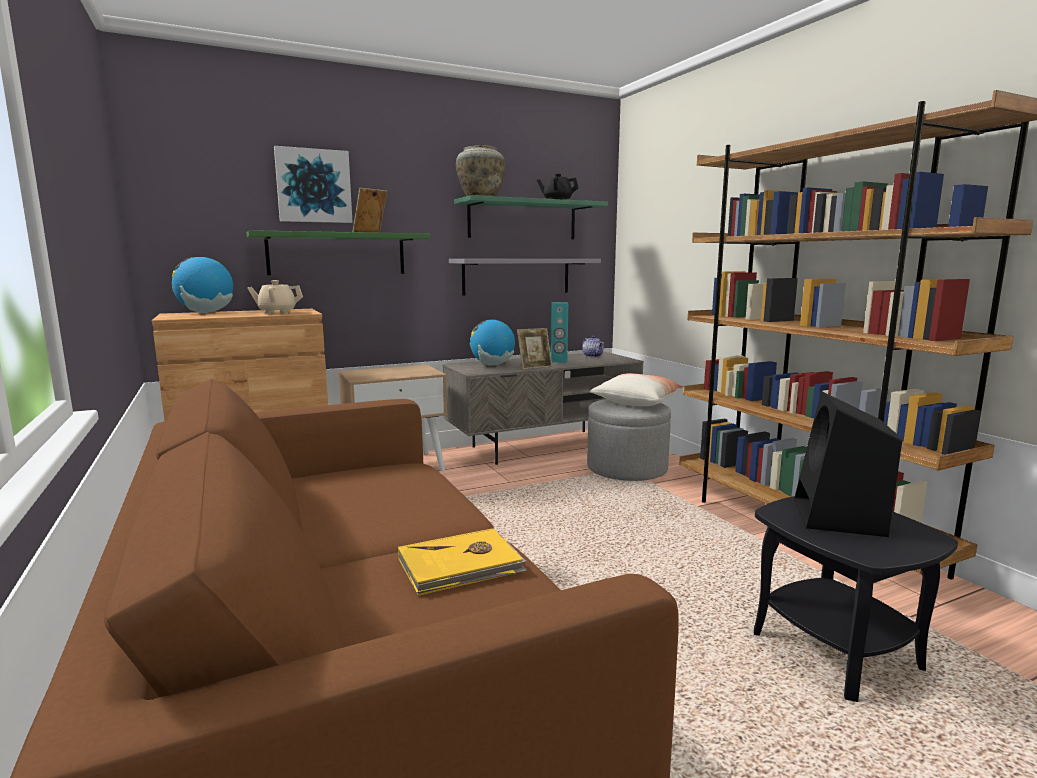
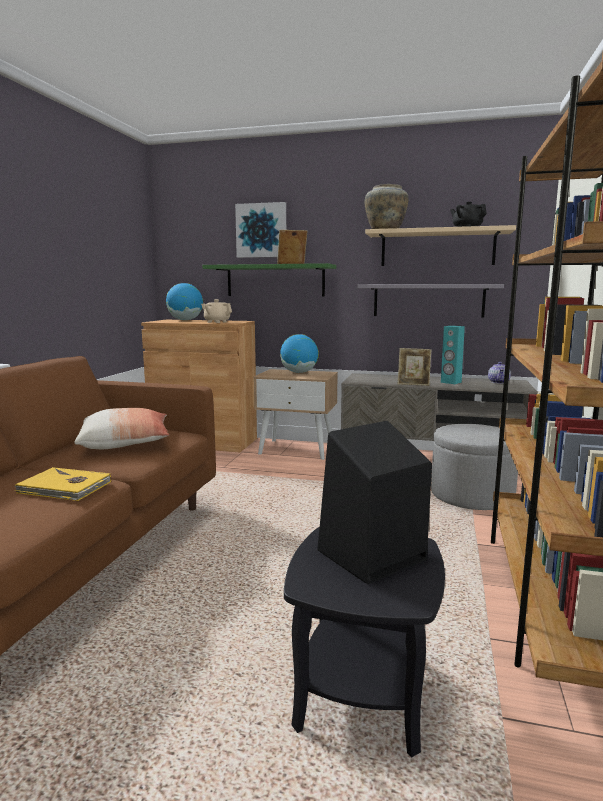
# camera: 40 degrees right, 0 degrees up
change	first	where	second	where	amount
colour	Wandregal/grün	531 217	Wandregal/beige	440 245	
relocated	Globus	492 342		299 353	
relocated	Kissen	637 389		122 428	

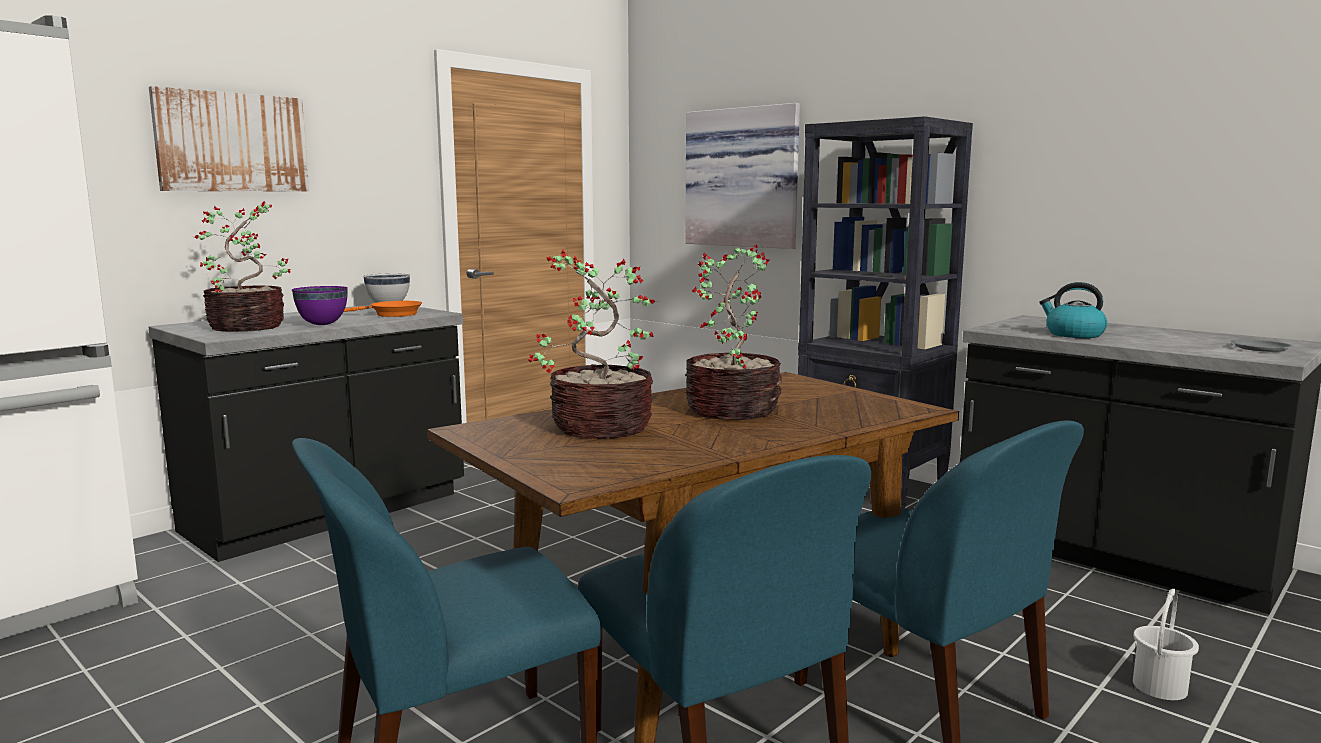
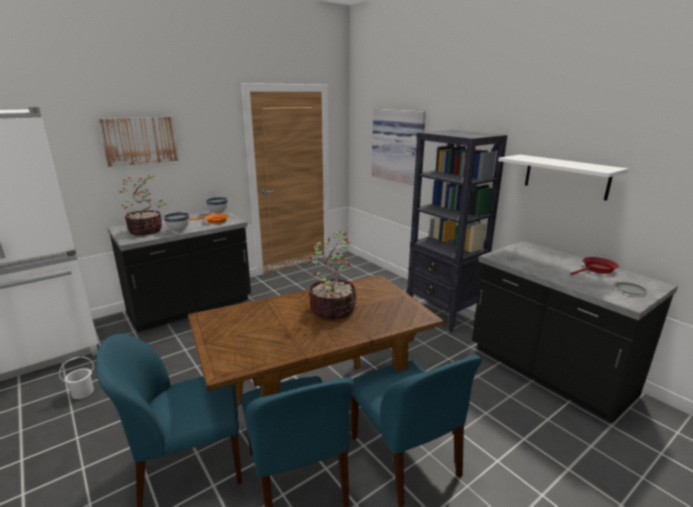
# camera: 10 degrees right, 10 degrees up
change	first	where	second	where	amount
colour	Schüssel/lila	320 305	Schüssel/weiß	176 221	
missing	Topfpflanze	591 344			
missing	Wasserkessel	1073 310			
relocated	Eimer/weiß	1166 644		76 377	
appeared			Wandregal/weiß	563 178	
appeared			Pfanne/rot	595 266	

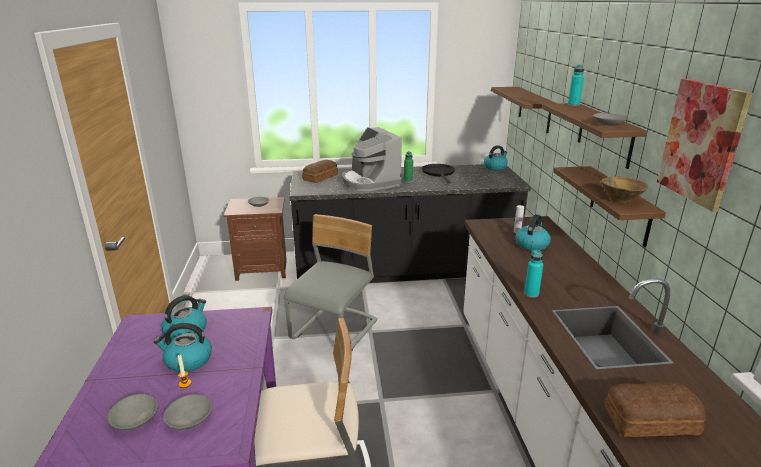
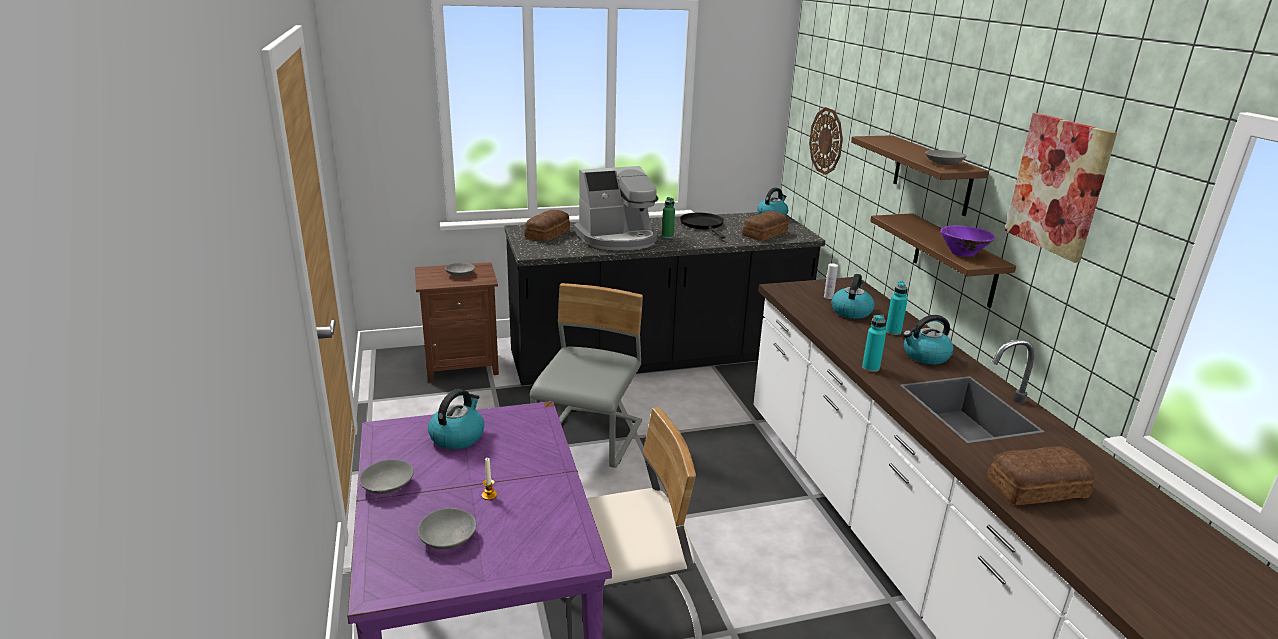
# camera: 10 degrees left, 0 degrees up
change	first	where	second	where	amount
relocated	Wasserkessel	183 347		928 340	
relocated	Schüssel/grau	187 412		386 476	
spun	Kaffeemaschine	372 159		616 208	75 degrees counterclockwise
exchanged	Wandregal/braun	524 110	Wanduhr	826 141	
relocated	Flasche/türkis	576 85		896 308	
colour	Schüssel/braun	624 190	Schüssel/lila	967 241	
appeared			Brot	765 226	

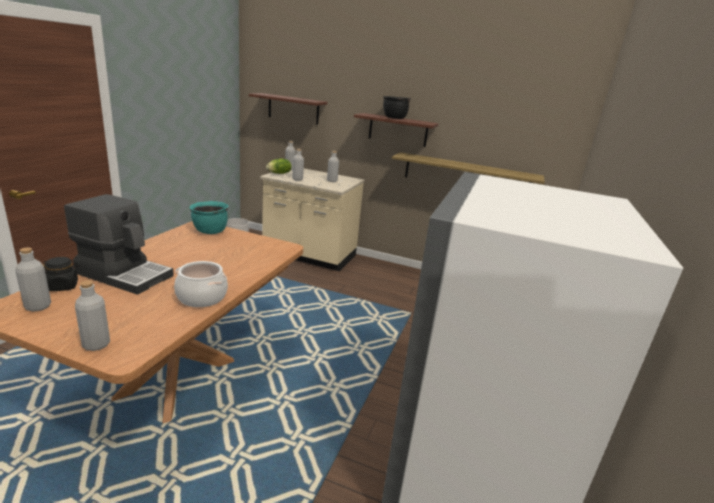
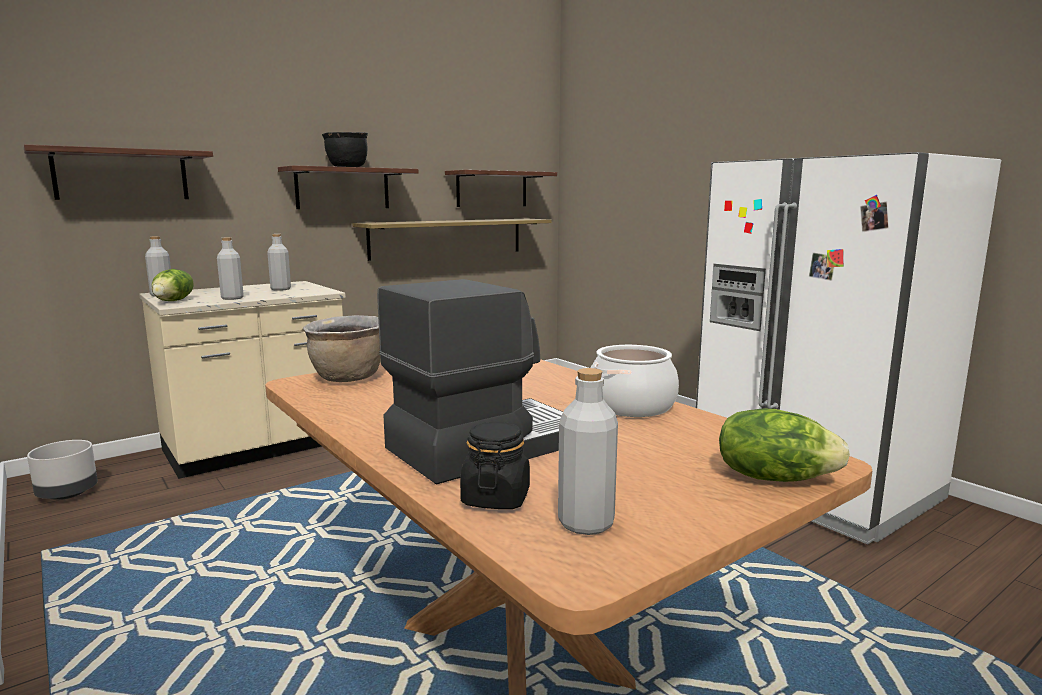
# camera: 55 degrees left, 10 degrees down
change	first	where	second	where	amount
exchanged	Flasche/grau	92 315	Salatkopf	784 445	
colour	Kochtopf/türkis	209 217	Kochtopf/braun	342 348	
appeared			Wandregal	501 188	

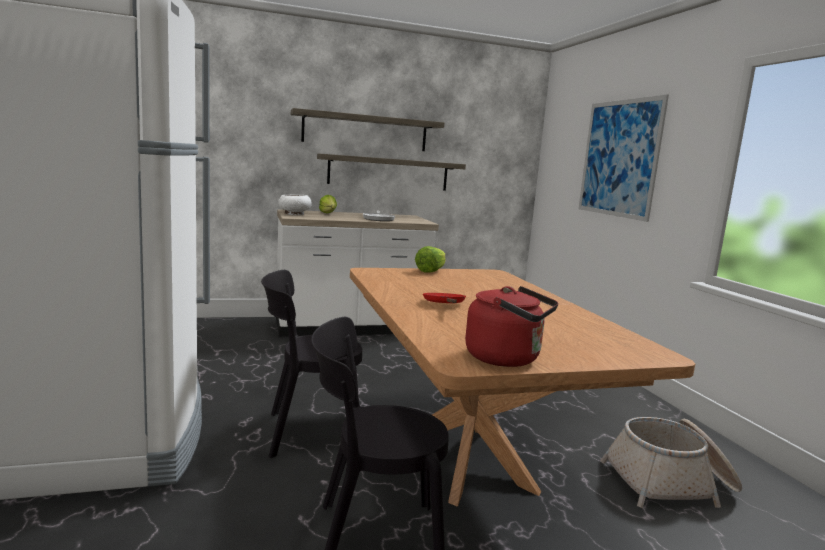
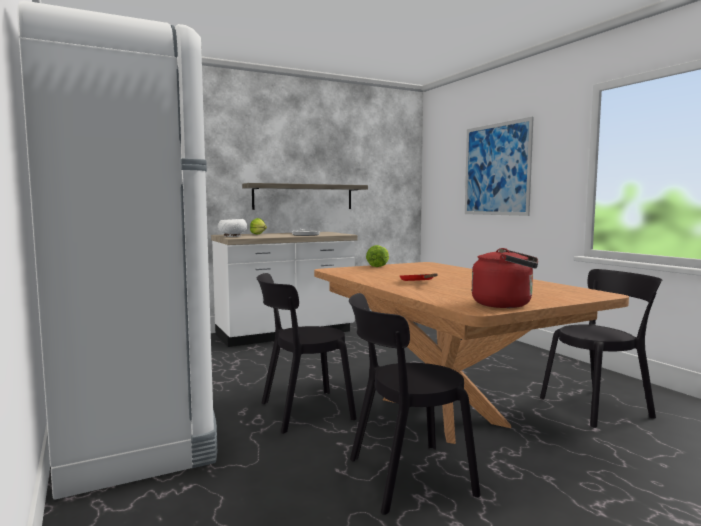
# camera: 10 degrees left, 5 degrees down
change	first	where	second	where	amount
missing	Wandregal	367 129			
exchanged	Korb	671 462	Stuhl/schwarz	601 348	

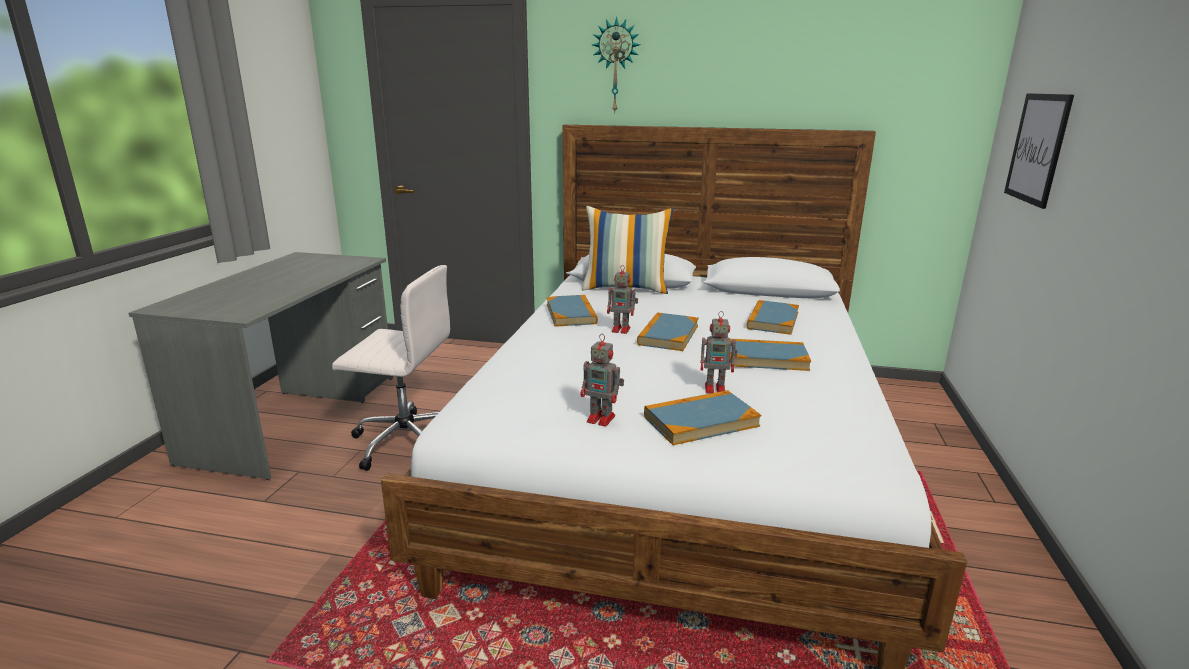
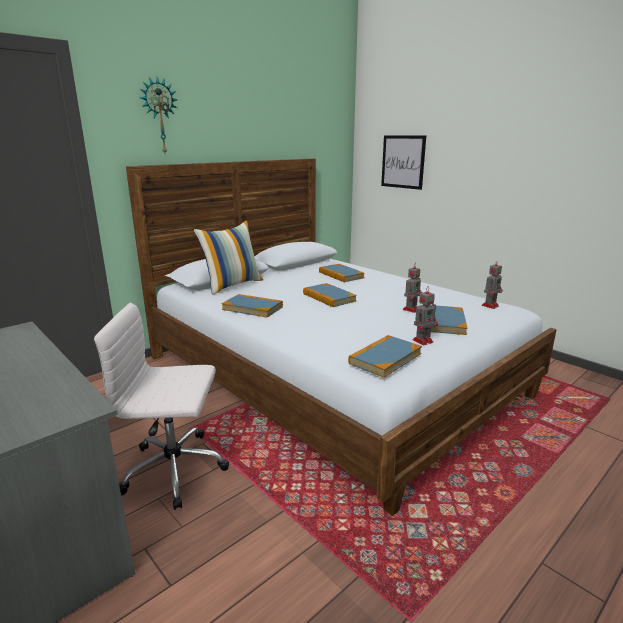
# camera: 55 degrees left, 0 degrees up
change	first	where	second	where	amount
spun	Bürostuhl/weiß	391 368		161 406	135 degrees counterclockwise
relocated	Spielzeugroboter	622 299		492 284	
relocated	Buch	770 355		385 356	

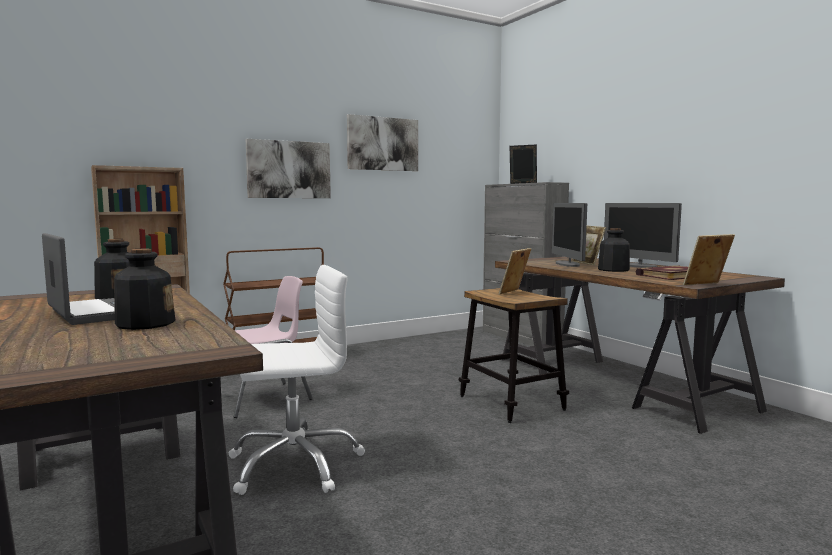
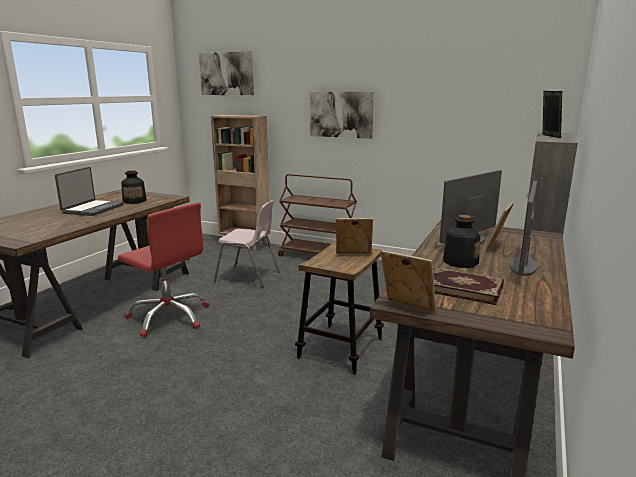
# camera: 55 degrees right, 10 degrees up
change	first	where	second	where	amount
missing	Flasche	144 289			
colour	Bürostuhl/weiß	296 380	Bürostuhl/rot	163 270	
relocated	Bild	382 142		226 73	

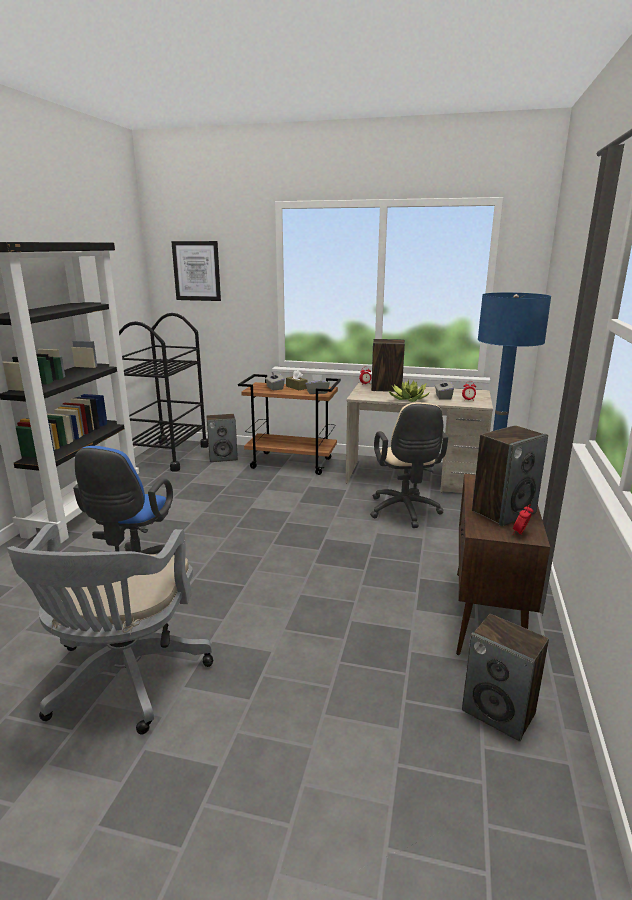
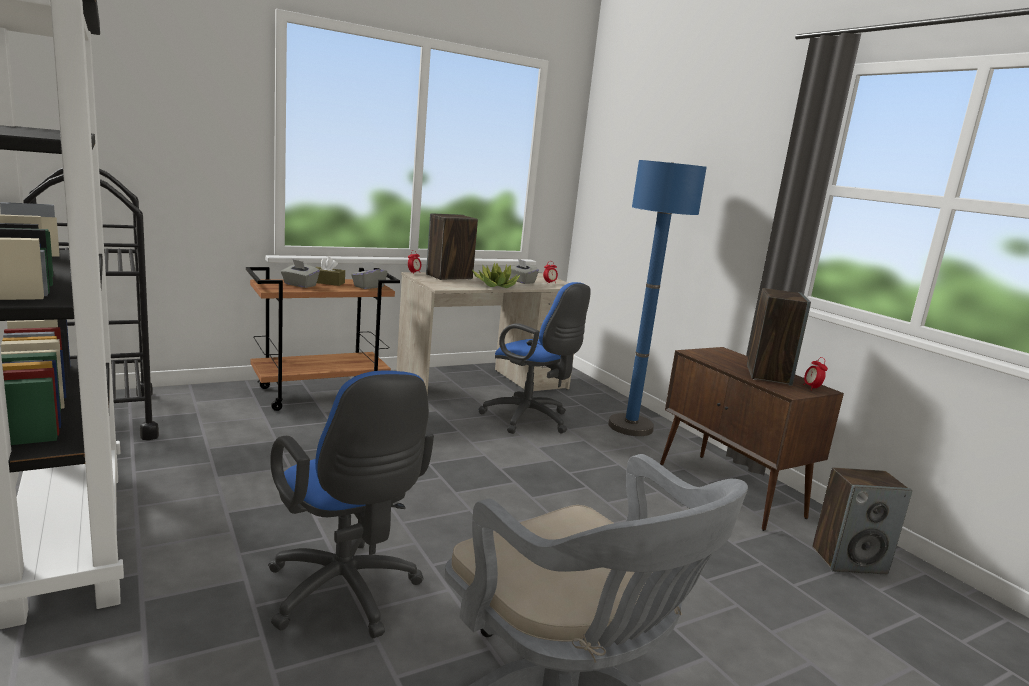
# camera: 45 degrees left, 5 degrees down
change	first	where	second	where	amount
missing	Bild	196 271			
missing	Lautsprecher	222 438			
colour	Bürostuhl/beige	409 465	Bürostuhl/blau	534 358	

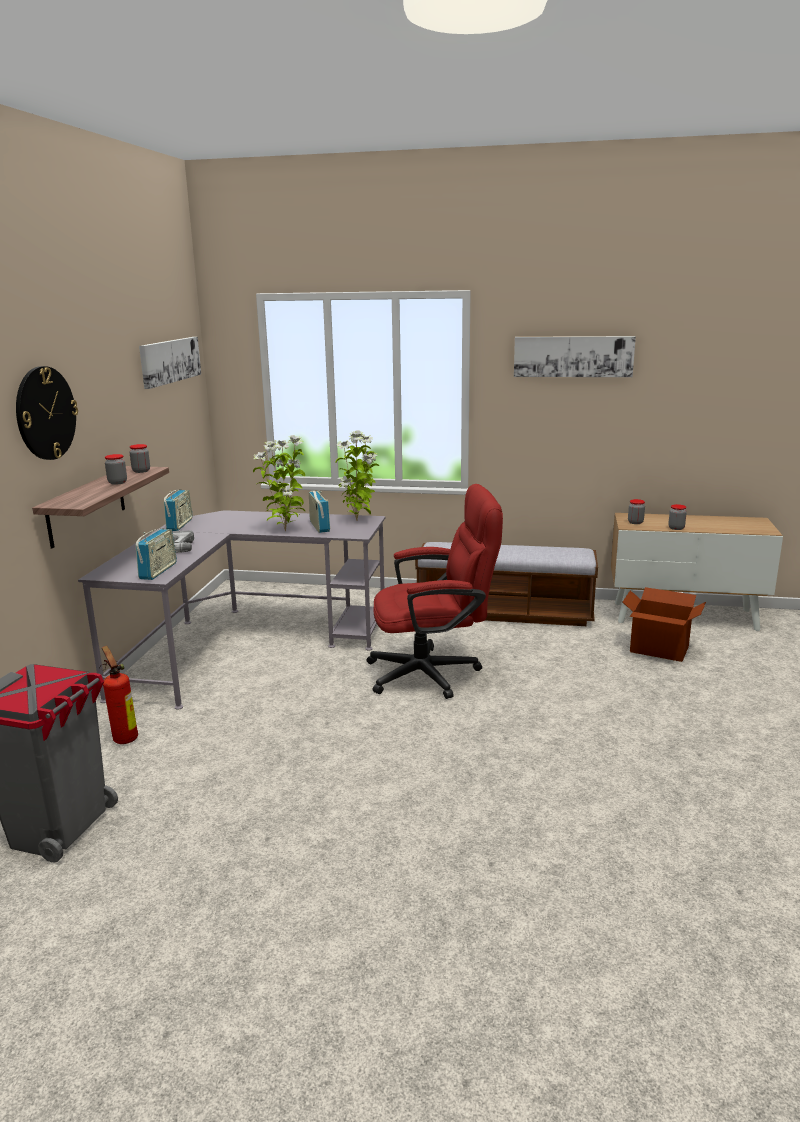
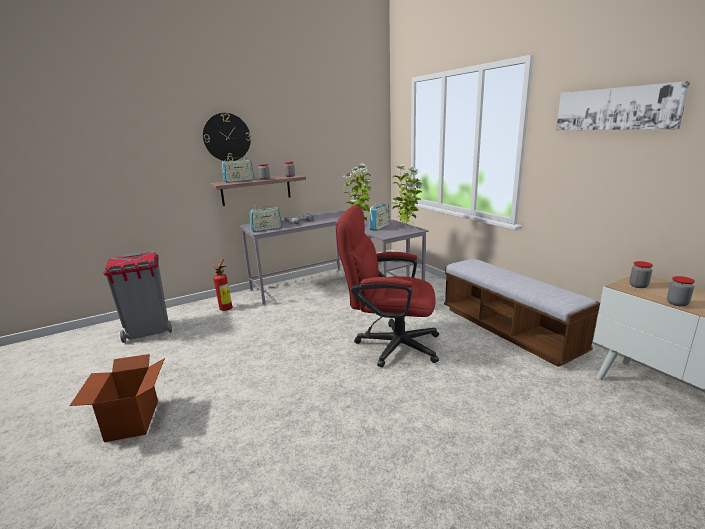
# camera: 50 degrees right, 0 degrees up
change	first	where	second	where	amount
missing	Bild	170 363			
relocated	Radio	178 510		238 169	
spun	Bürostuhl/rot	434 591		387 286	150 degrees clockwise
relocated	Karton	664 624		117 398	

